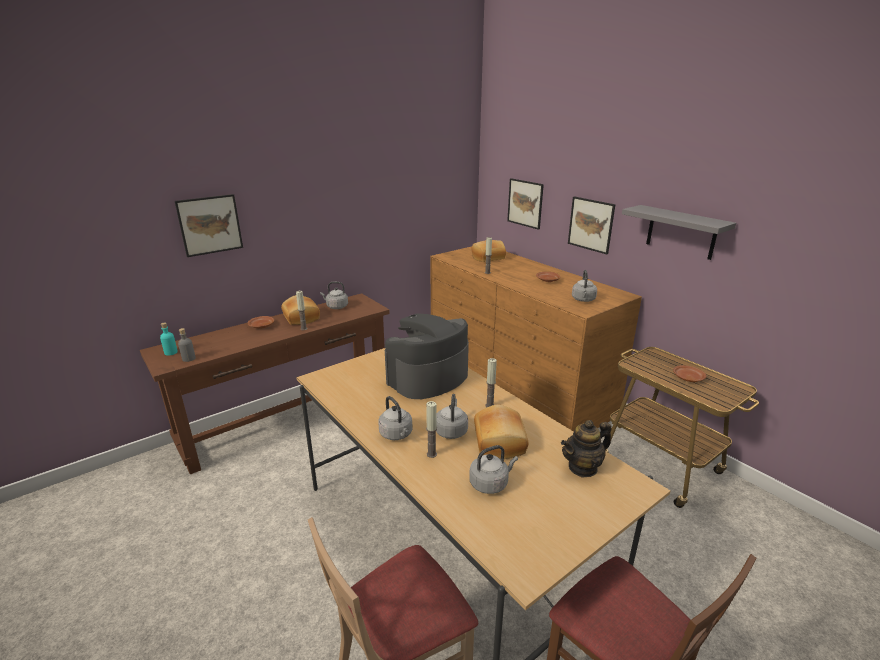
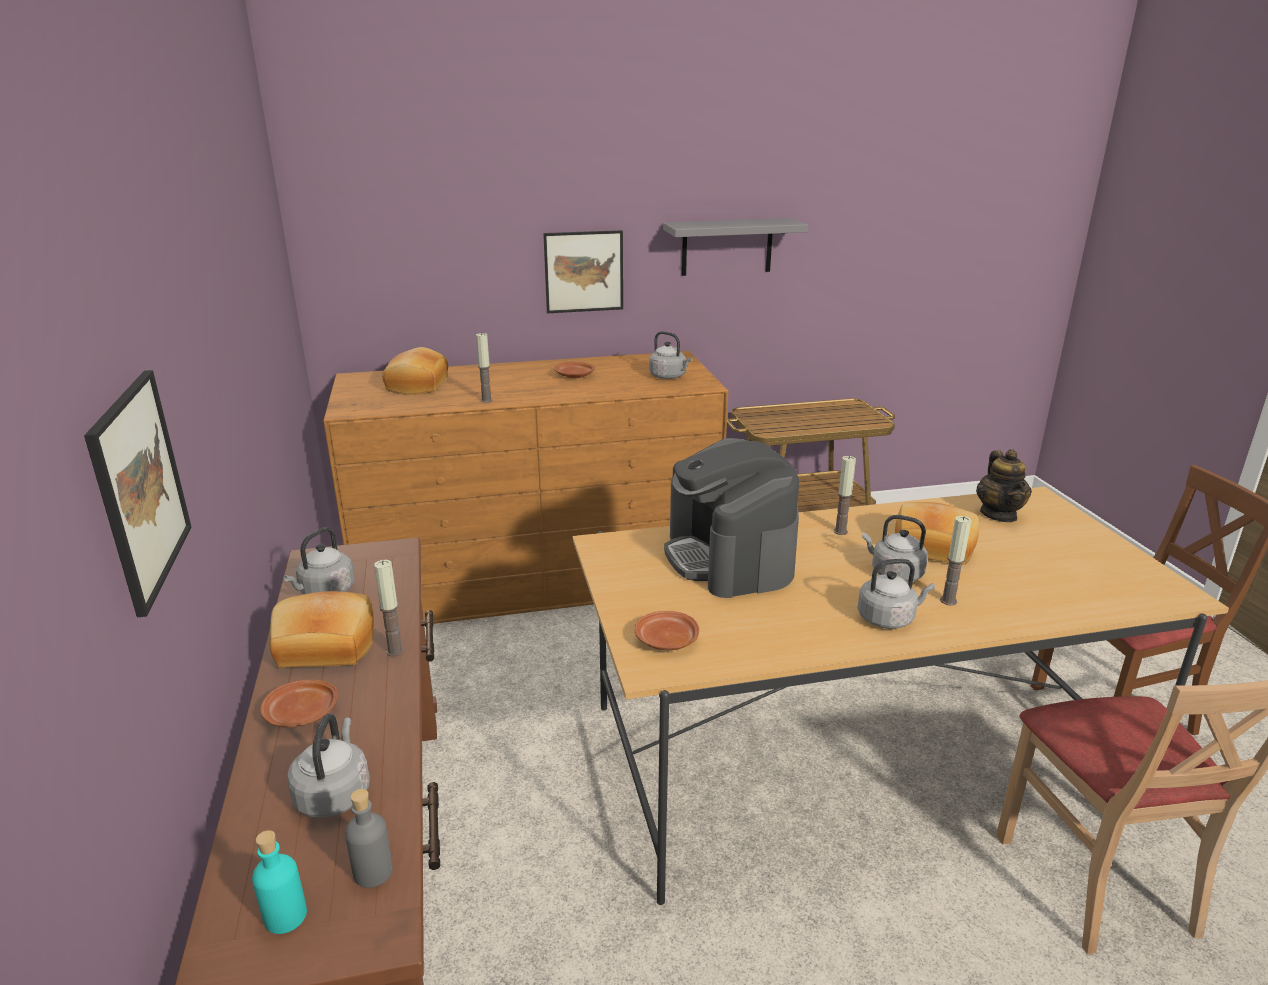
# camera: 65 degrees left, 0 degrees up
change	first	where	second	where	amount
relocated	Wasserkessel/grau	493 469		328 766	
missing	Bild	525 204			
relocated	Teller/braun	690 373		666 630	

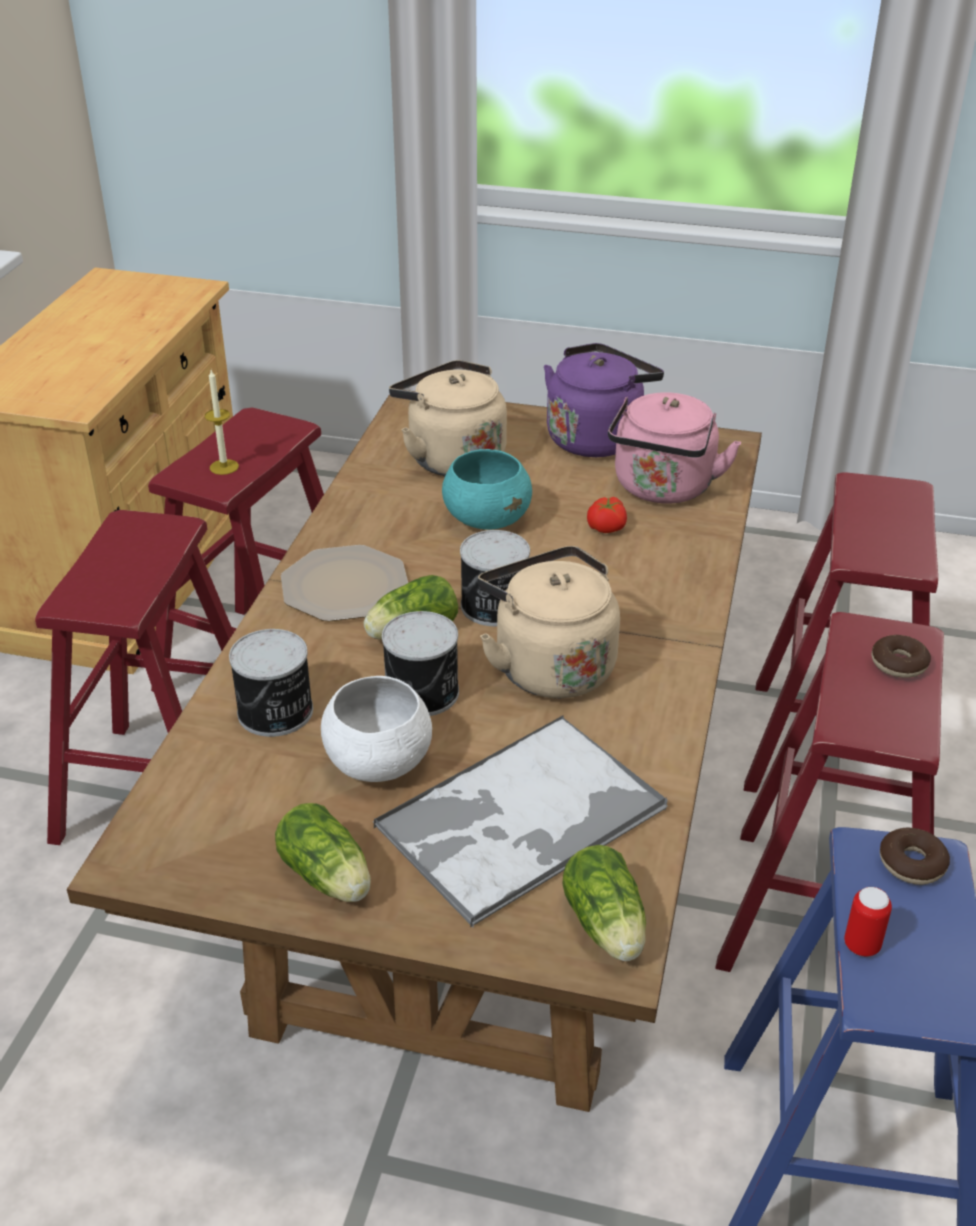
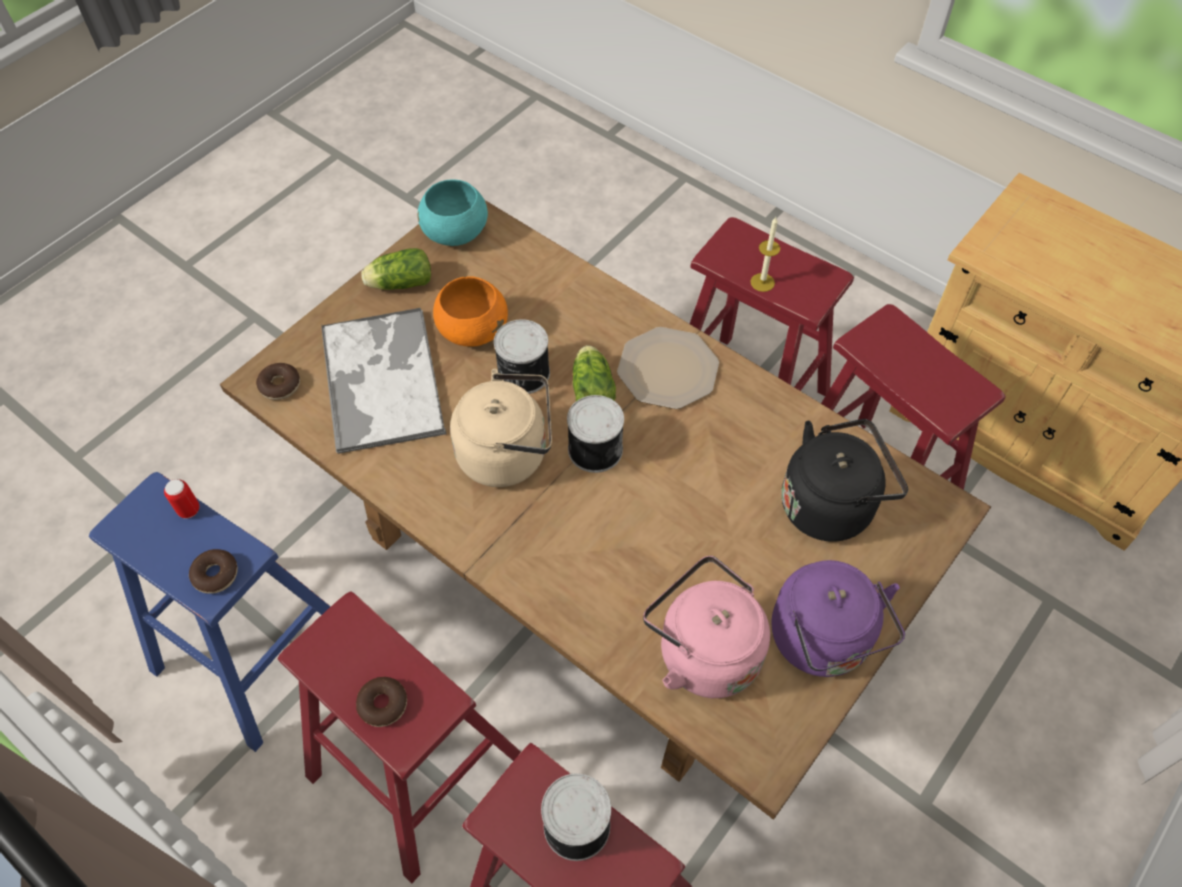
# camera: 115 degrees right, 20 degrees up
change	first	where	second	where	amount
relocated	Kerze	222 422		765 254	
relocated	Dose	271 683		576 817	
colour	Schüssel/weiß	376 729	Schüssel/orange	470 311	
colour	Wasserkessel/beige	448 418	Wasserkessel/schwarz	844 480	
relocated	Schüssel/türkis	487 489		453 212	
exchanged	Salatkopf	604 903	Donut	278 381	
missing	Tomate	607 515			

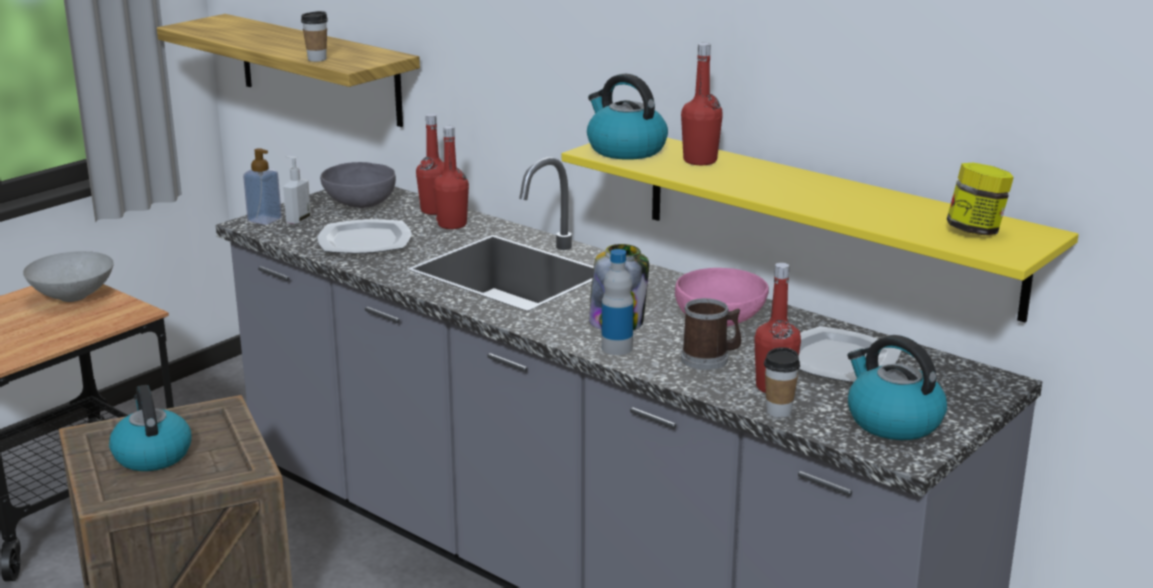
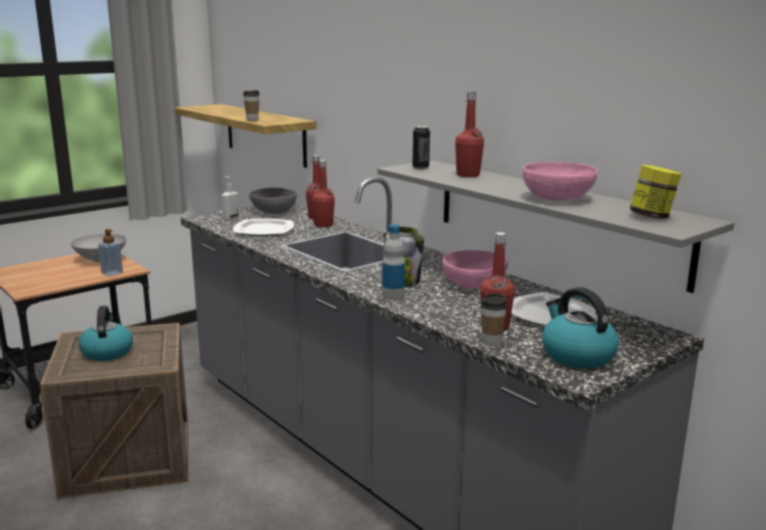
# camera: 10 degrees right, 5 degrees down
change	first	where	second	where	amount
relocated	Seifenspender	262 186		110 253	
colour	Wandregal/gelb	820 230	Wandregal/grau	556 226	
exchanged	Wasserkessel	627 117	Dose	421 148	
missing	Henkelbecher	711 334			
appeared			Schüssel/rosa	560 181	

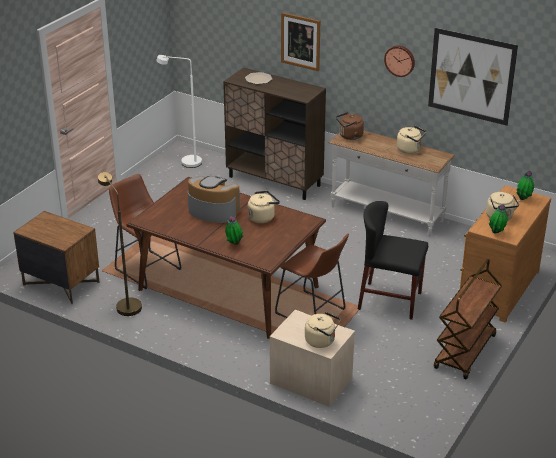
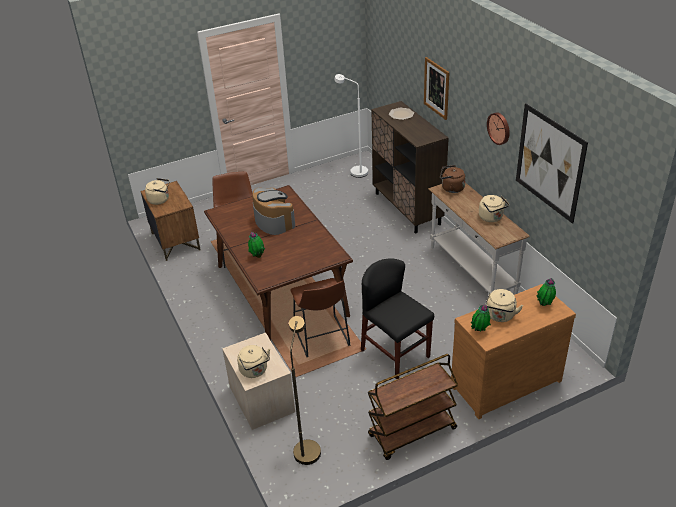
# camera: 35 degrees right, 5 degrees up
change	first	where	second	where	amount
relocated	Stehlampe/braun	120 244		305 390	
relocated	Wasserkessel/beige	264 207		157 191	

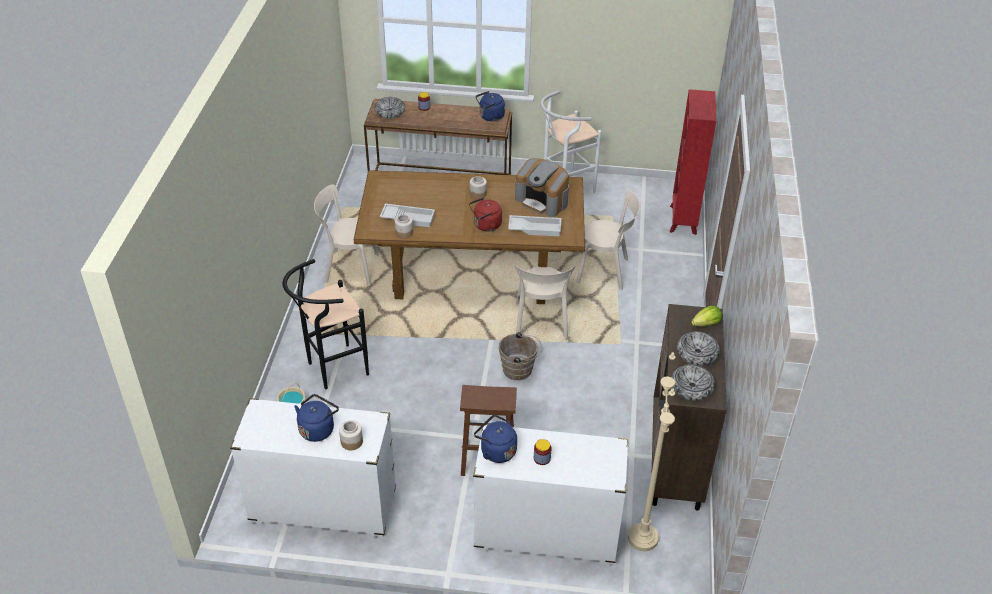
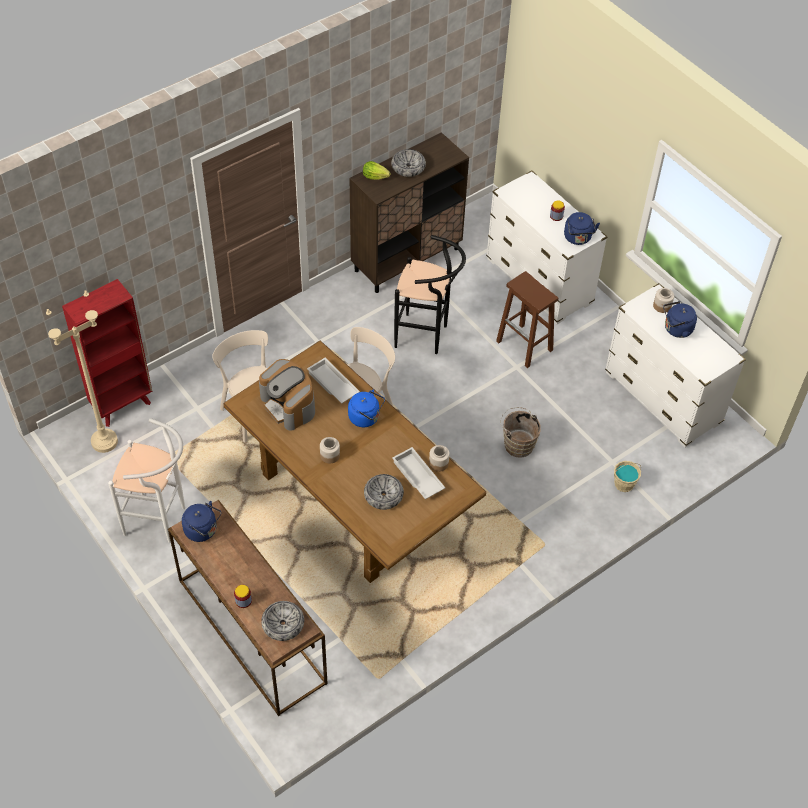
# camera: 135 degrees left, 10 degrees up
change	first	where	second	where	amount
relocated	Hocker/schwarz	326 324		430 294	
missing	Stuhl/beige	346 235			
colour	Wasserkessel/rot	485 214	Wasserkessel/blau	366 408	
relocated	Eimer/braun	520 356		520 432	
spun	Kaffeemaschine	542 187		287 395	150 degrees clockwise
relocated	Stehlampe/beige	651 451		82 371	
relocated	Schüssel	693 382		384 492	

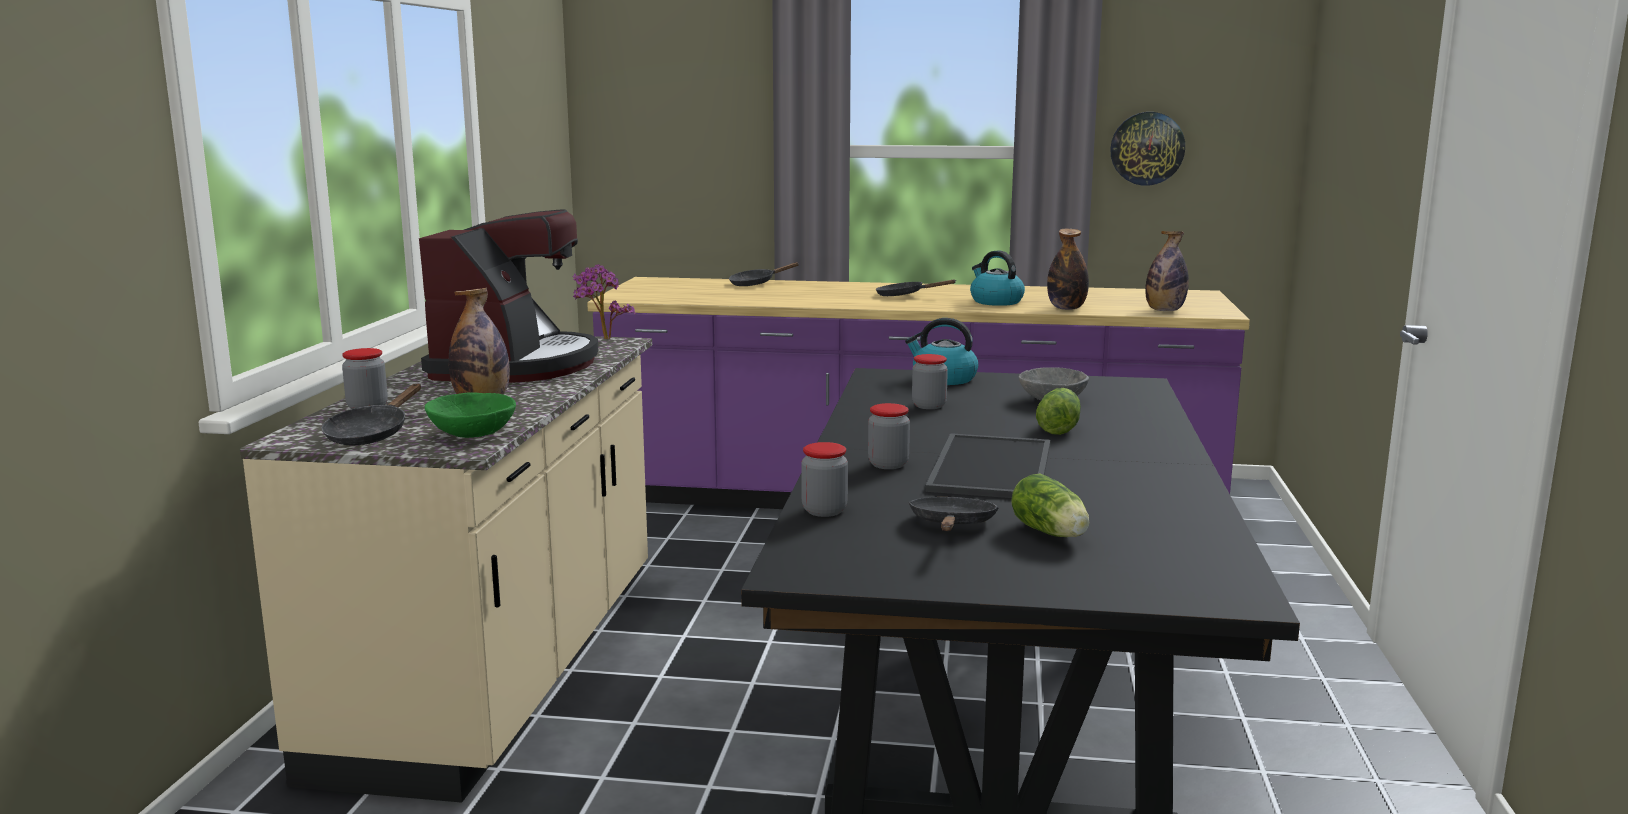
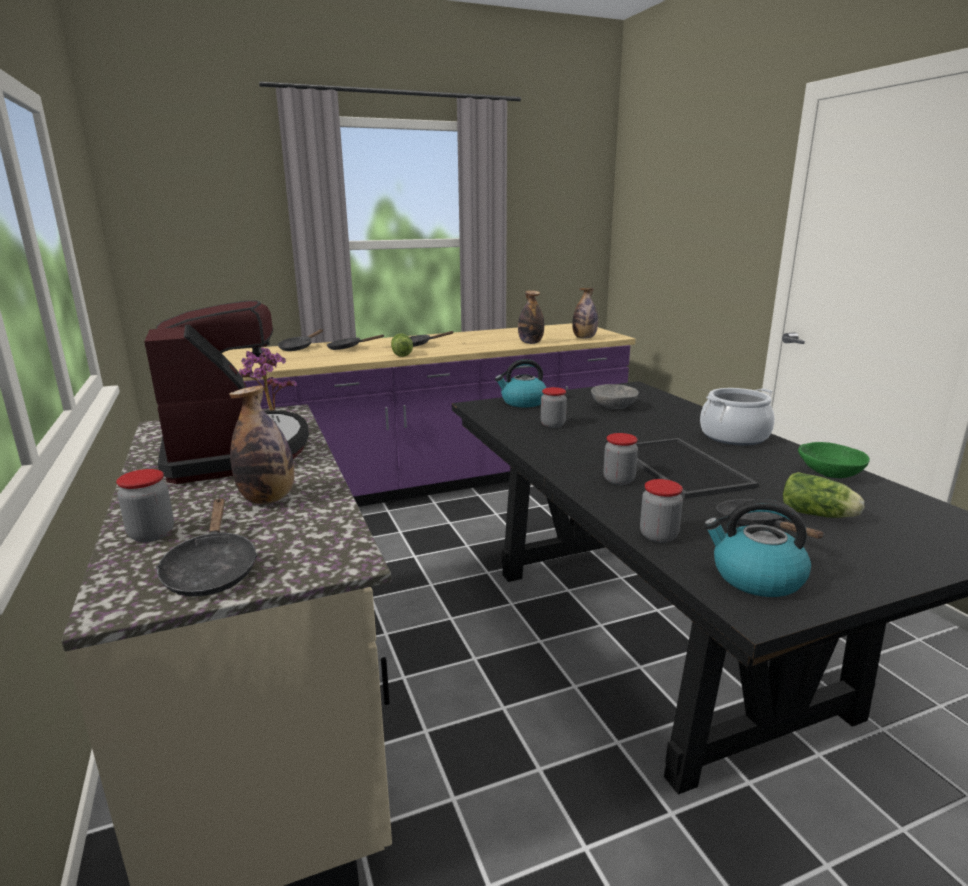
# camera: 30 degrees left, 5 degrees up
change	first	where	second	where	amount
relocated	Schüssel/grün	470 415		834 460	
relocated	Wasserkessel	997 278		757 548	
relocated	Salatkopf	1058 411		402 345	
missing	Wanduhr	1147 149			
appeared			Pfanne/schwarz	355 342	
appeared			Kochtopf	737 417	

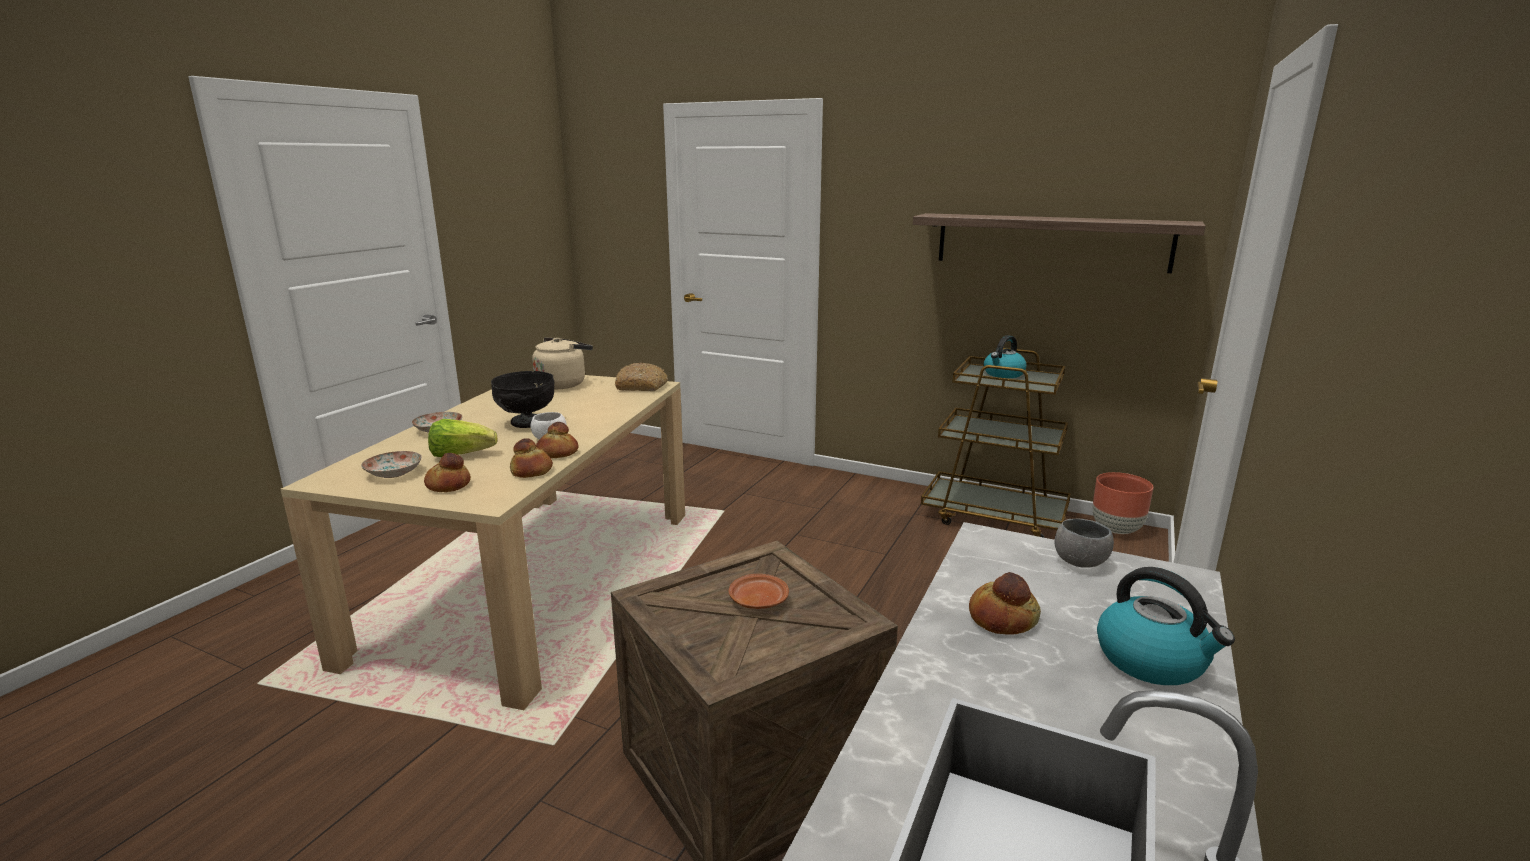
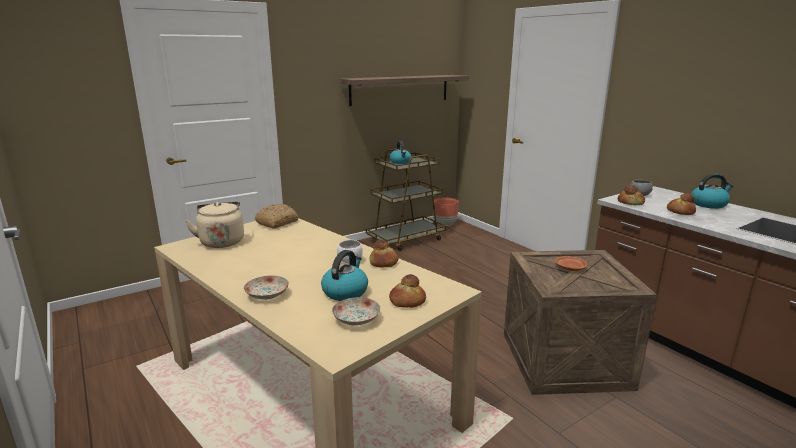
# camera: 60 degrees left, 0 degrees up
change	first	where	second	where	amount
exchanged	Salatkopf	462 438	Wasserkessel	344 275	
missing	Schüssel/schwarz	523 399			
relocated	Brot	531 458		631 195	

